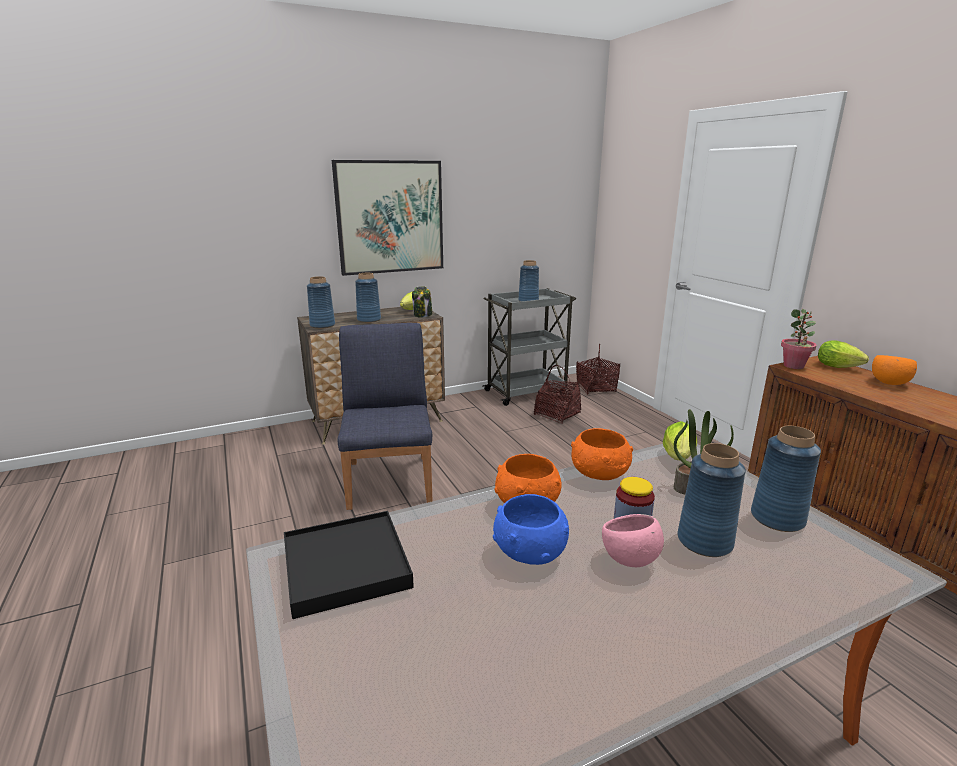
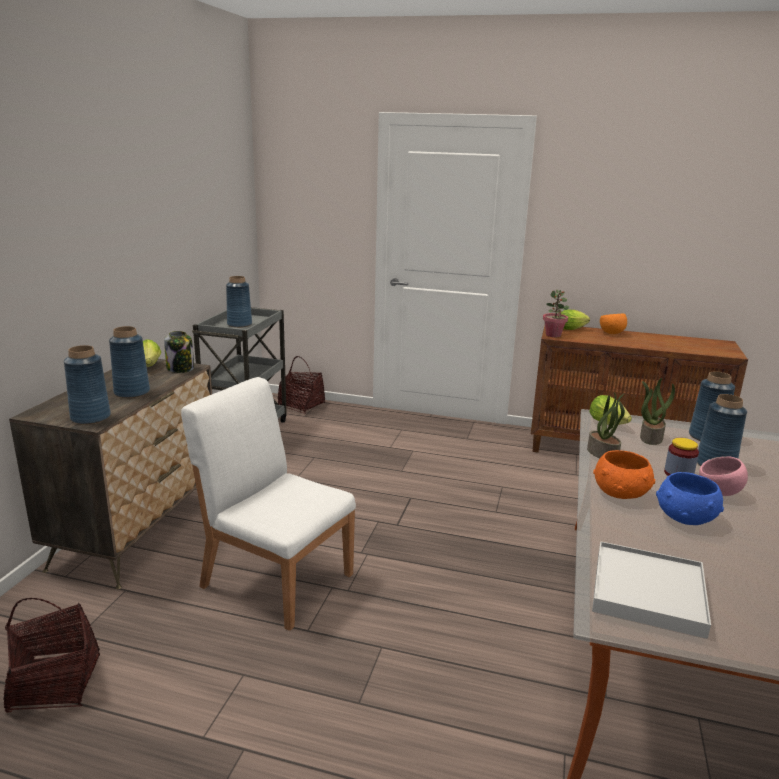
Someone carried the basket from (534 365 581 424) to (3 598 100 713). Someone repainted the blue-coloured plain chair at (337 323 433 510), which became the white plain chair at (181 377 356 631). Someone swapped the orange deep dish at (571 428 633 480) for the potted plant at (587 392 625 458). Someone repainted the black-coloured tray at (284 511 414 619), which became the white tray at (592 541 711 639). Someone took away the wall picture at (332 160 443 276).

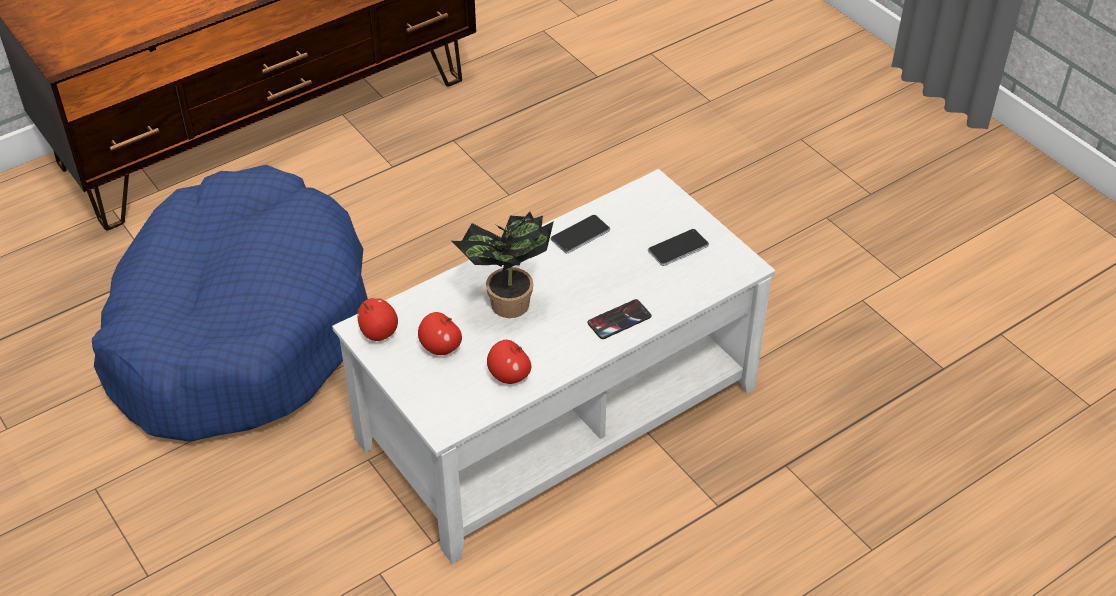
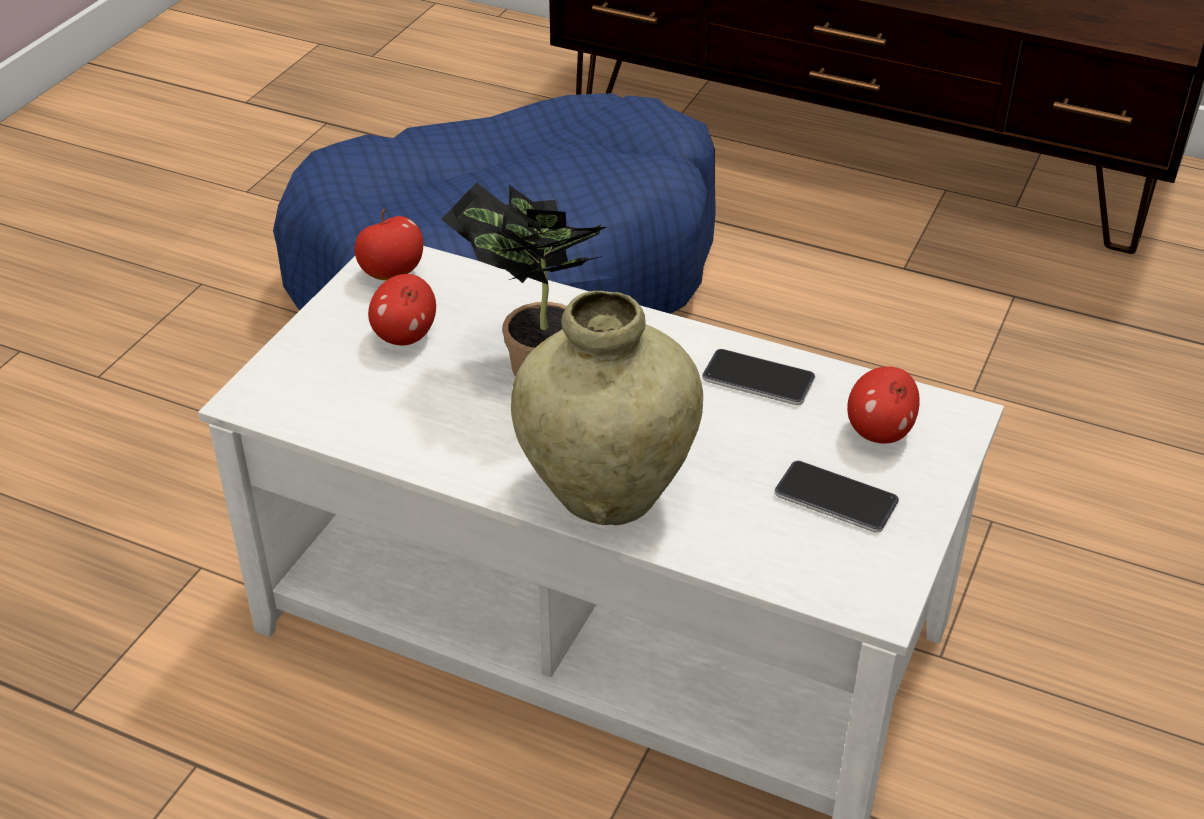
Someone swapped the handset at (587 299 652 339) for the sand-coloured flower vase at (511 291 703 525). Someone carried the apple fruit from (487 340 531 384) to (847 366 920 444).

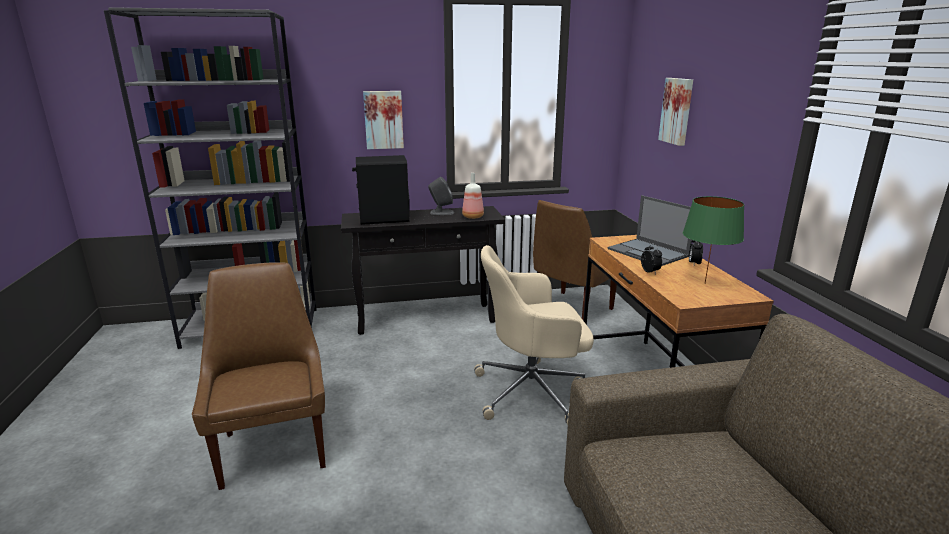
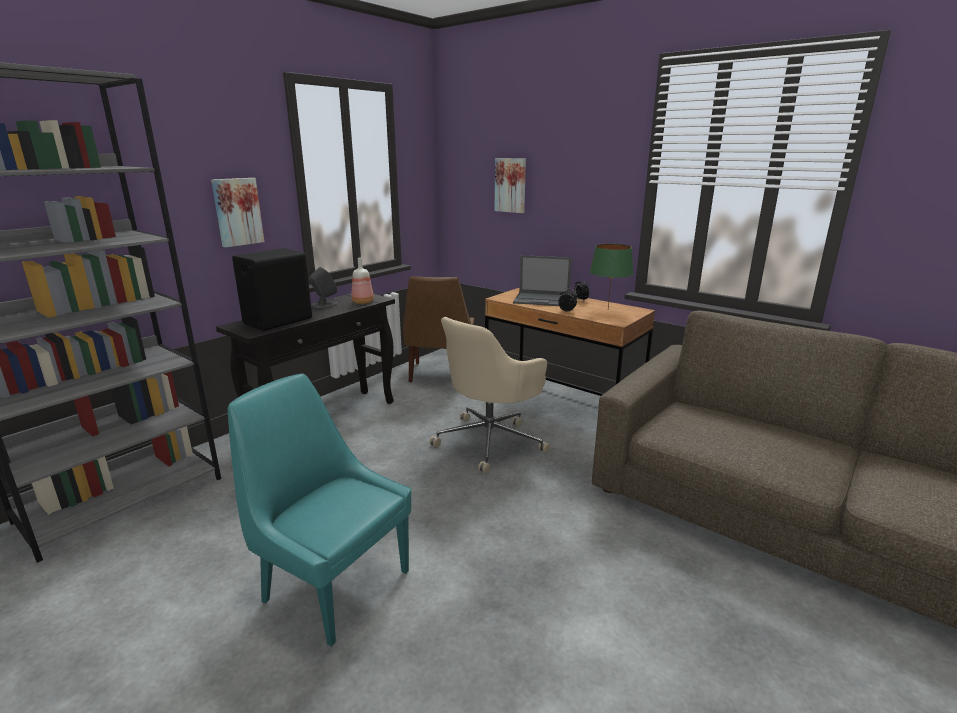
Someone repainted the brown plain chair at (192 262 326 490), which became the blue-green plain chair at (228 374 412 647).

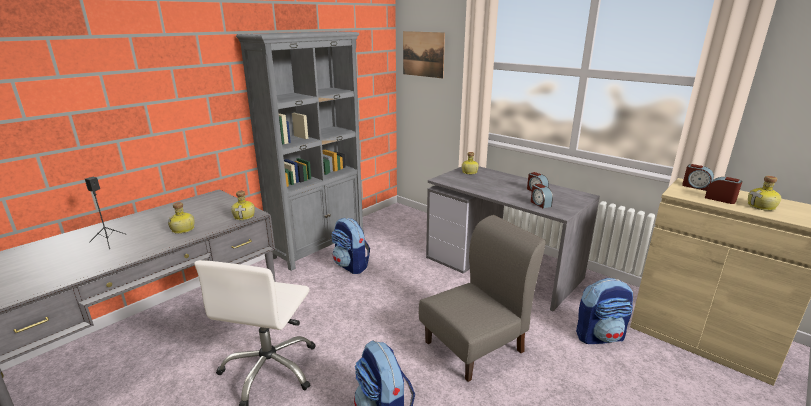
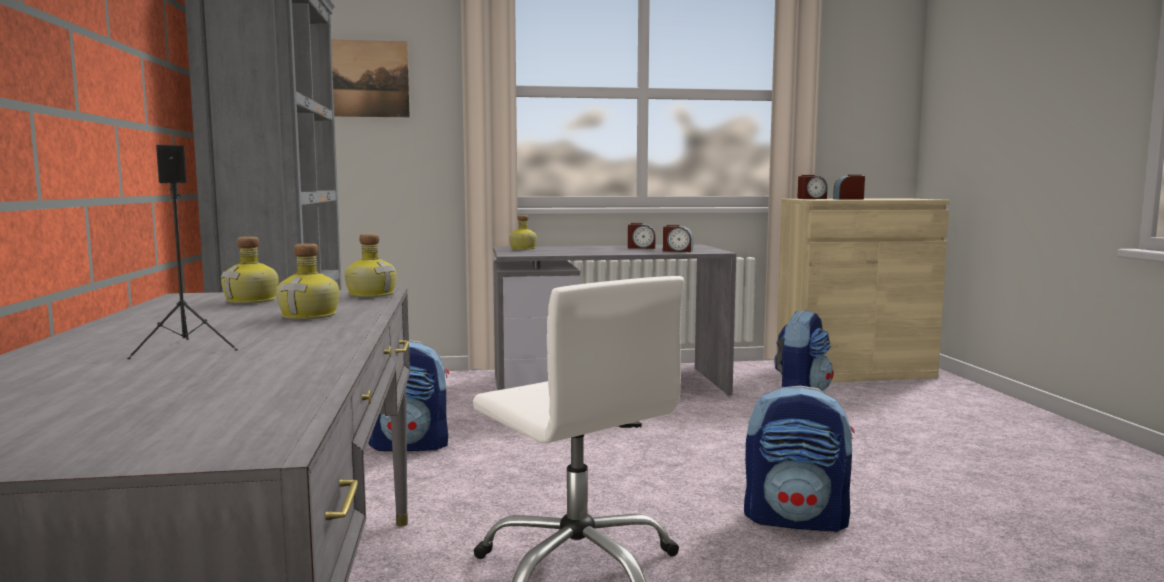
Someone carried the drink bottle from (748 176 781 211) to (221 237 279 304). Someone took away the greyish plain chair at (419 215 545 382).

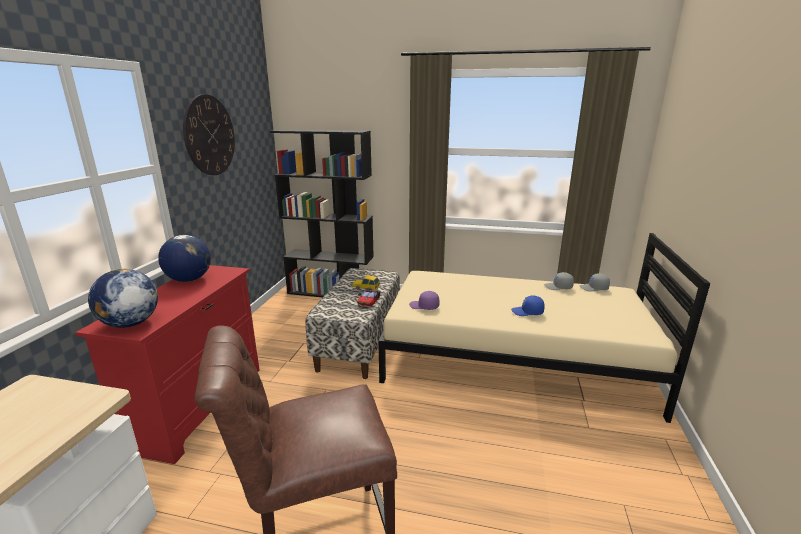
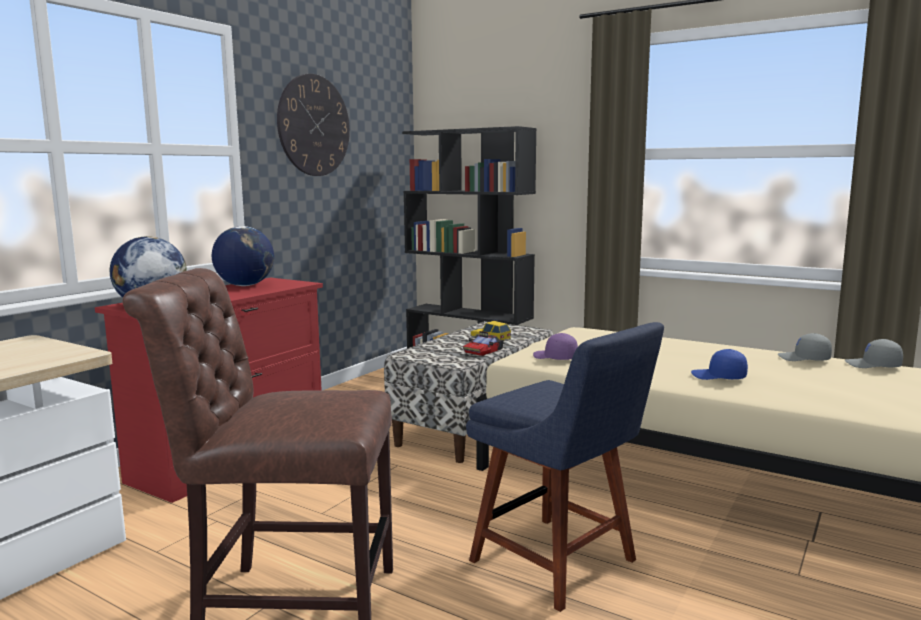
Someone put down the blue-coloured plain chair at (466 322 664 612).

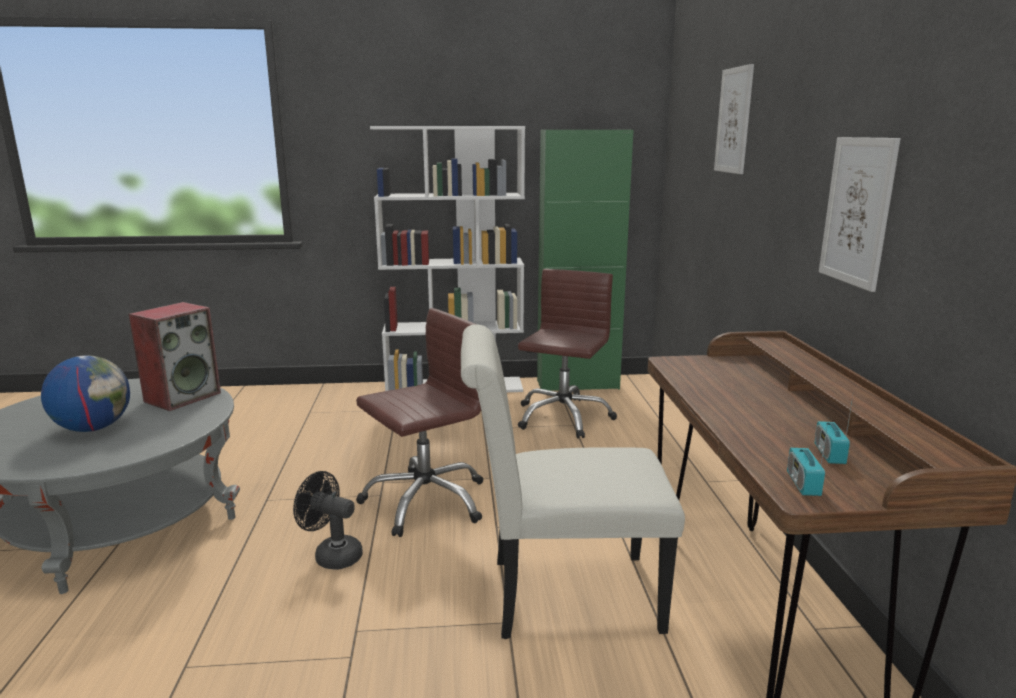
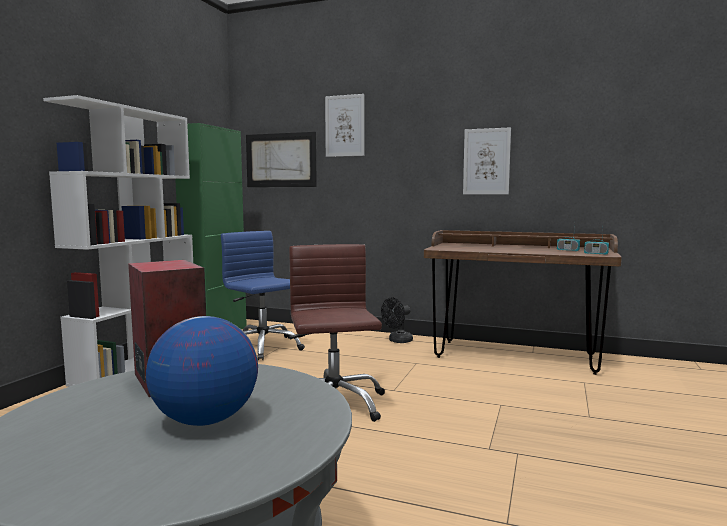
Someone repainted the brown office chair at (518 269 617 439), which became the blue-coloured office chair at (221 231 305 360). Someone put up the wall picture at (246 132 317 187). Someone carried the black-coloured fan from (293 471 363 570) to (381 297 413 343). Someone took away the white plain chair at (461 324 685 639).

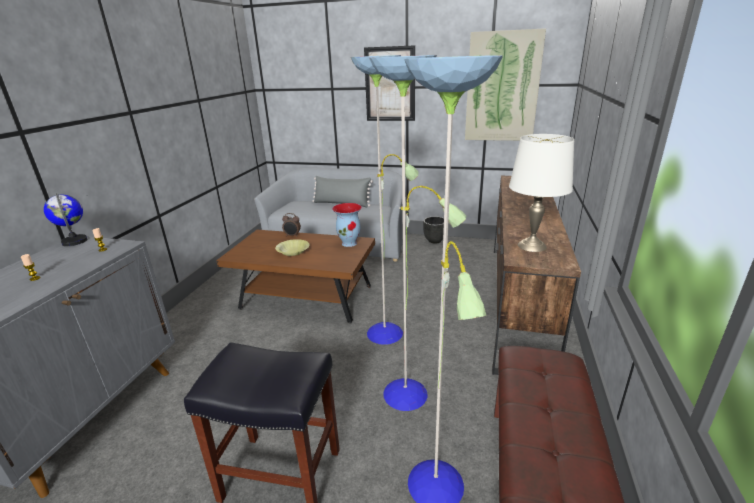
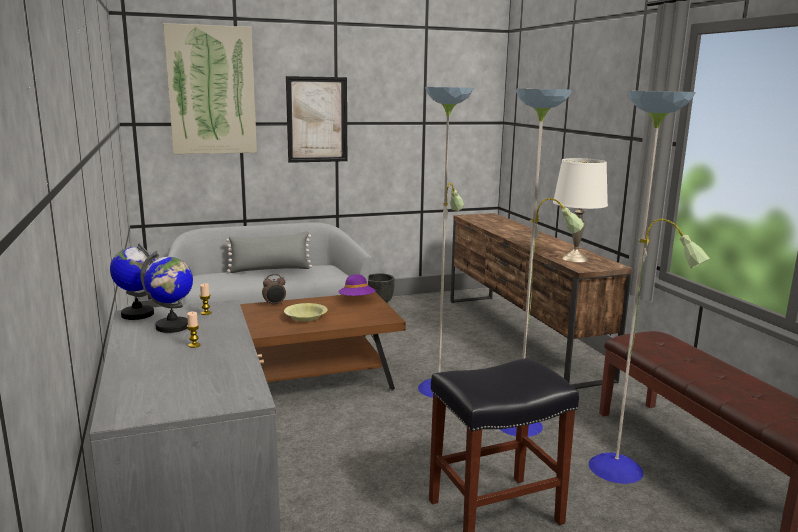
Someone put down the desk globe at (140 251 193 333). Someone carried the wall picture from (465 28 546 141) to (163 23 257 154). Someone swapped the flower vase at (332 203 362 247) for the purplish clothing hat at (338 274 376 296).

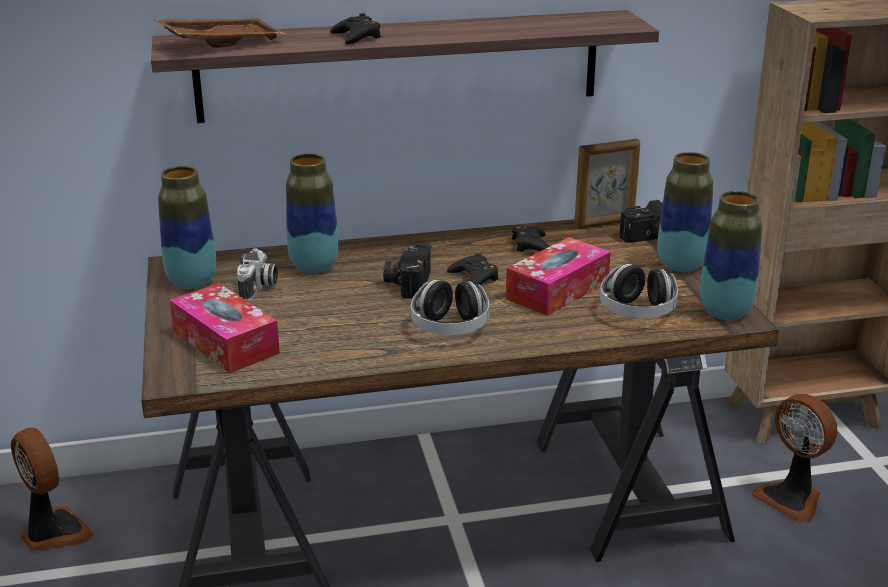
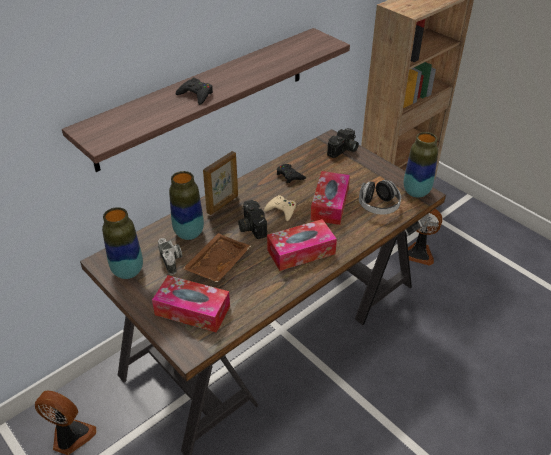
Someone carried the brown tray from (154 18 286 48) to (182 233 251 283). Someone carried the standing frame from (574 139 640 229) to (203 151 238 215). Someone repainted the black-coloured gamepad at (447 253 499 285), which became the sand-coloured gamepad at (264 195 296 221). Someone swapped the pair of headphones at (411 280 489 335) for the box of tissues at (267 219 337 271). Someone took away the flower vase at (657 152 713 272).

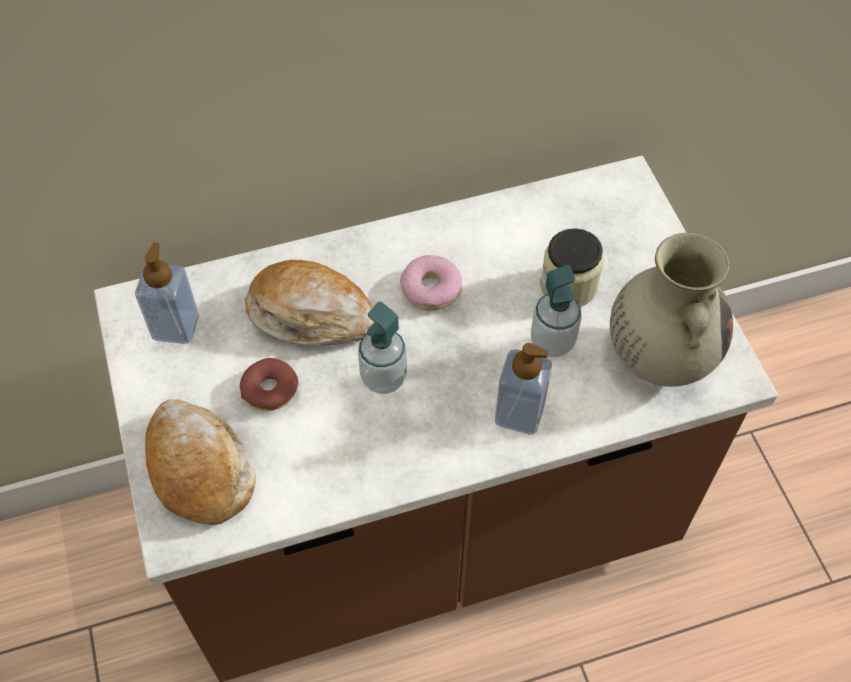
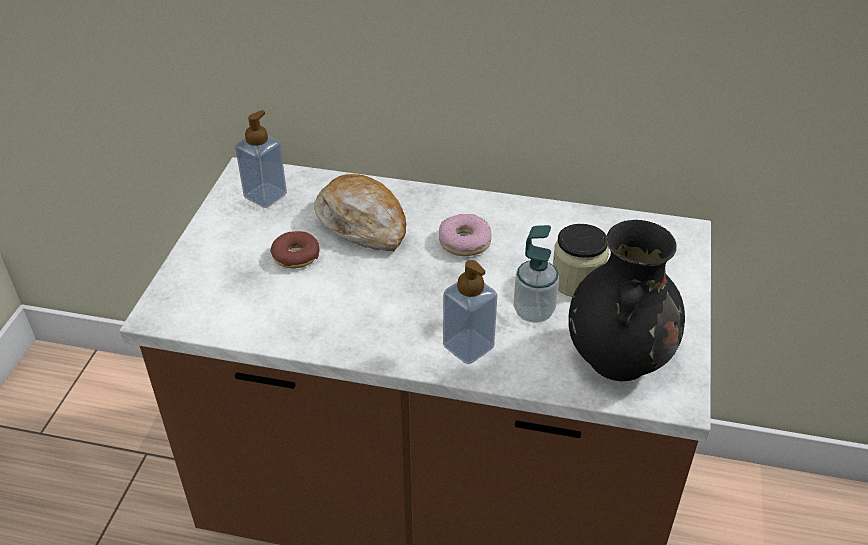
Someone repainted the sand-coloured flower vase at (610 233 733 387), which became the black-coloured flower vase at (568 220 685 381). Someone took away the bakery bread at (145 399 256 525). Someone took away the soap bottle at (358 302 407 394).

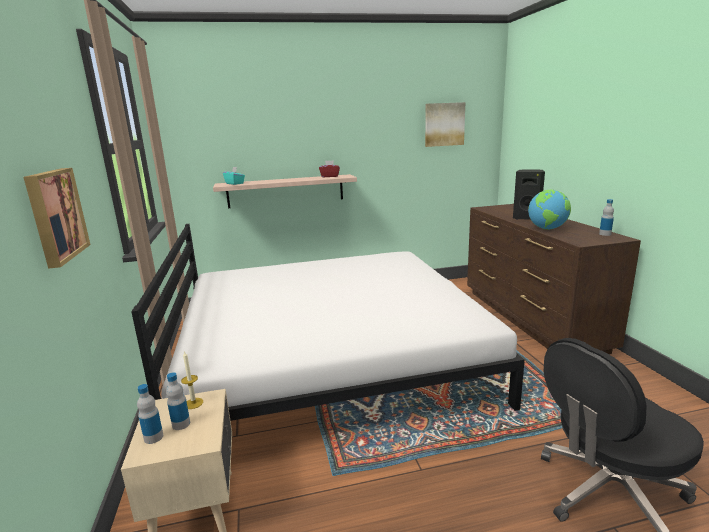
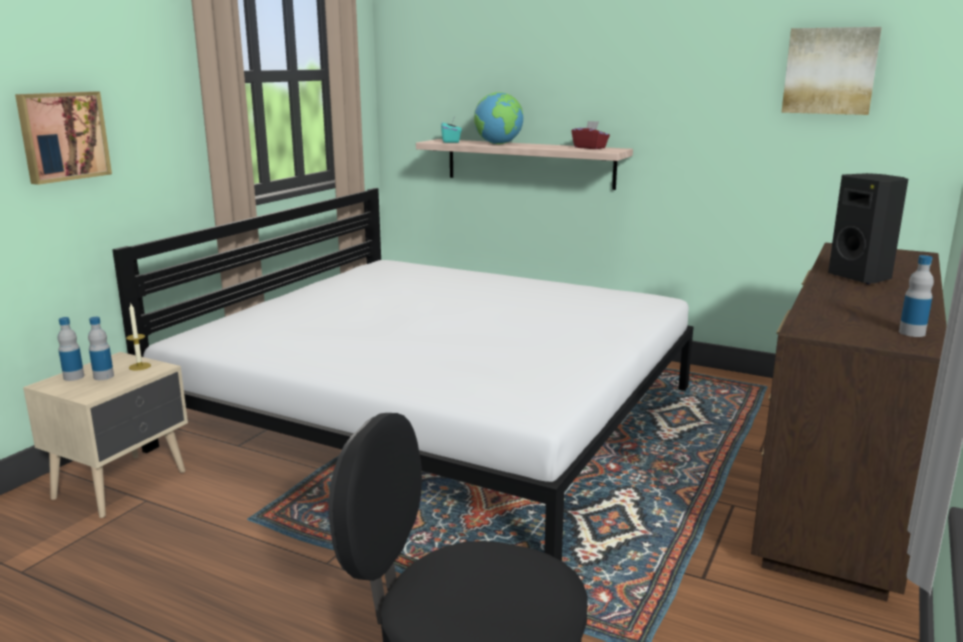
Someone carried the desk globe from (528 190 571 229) to (474 92 523 144).

